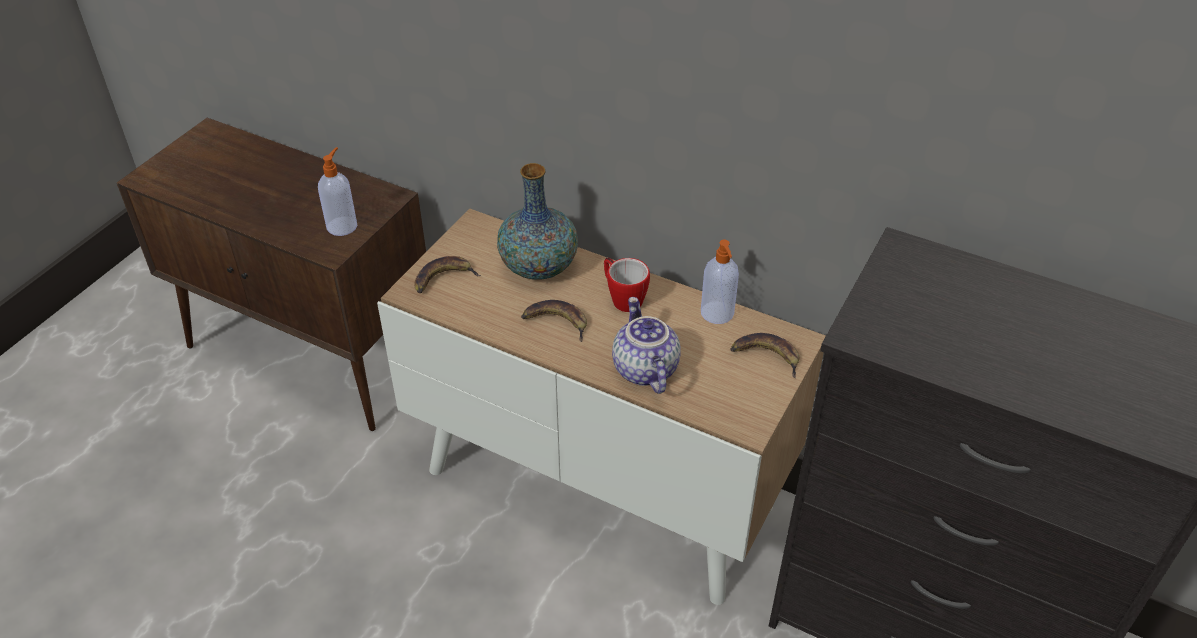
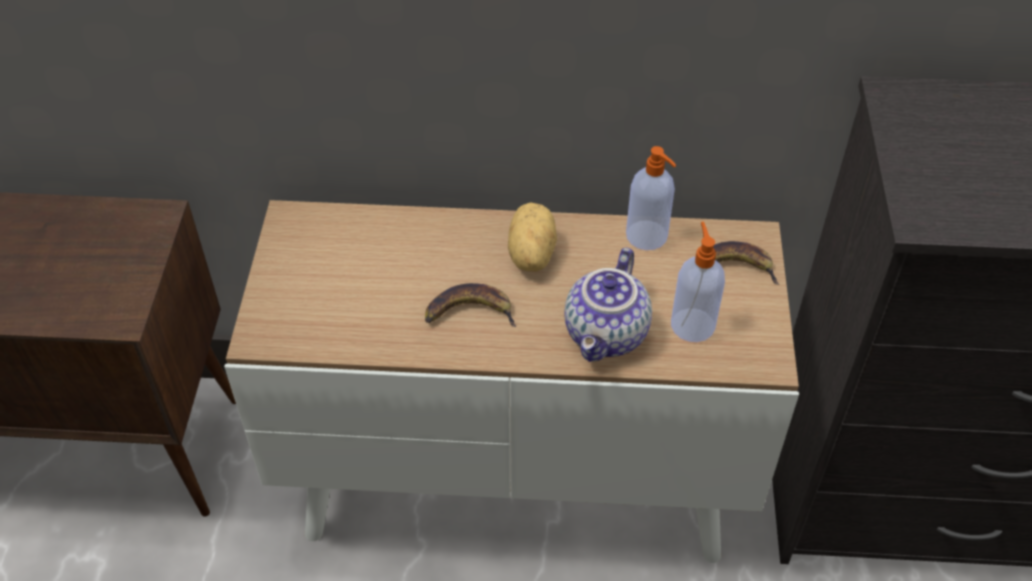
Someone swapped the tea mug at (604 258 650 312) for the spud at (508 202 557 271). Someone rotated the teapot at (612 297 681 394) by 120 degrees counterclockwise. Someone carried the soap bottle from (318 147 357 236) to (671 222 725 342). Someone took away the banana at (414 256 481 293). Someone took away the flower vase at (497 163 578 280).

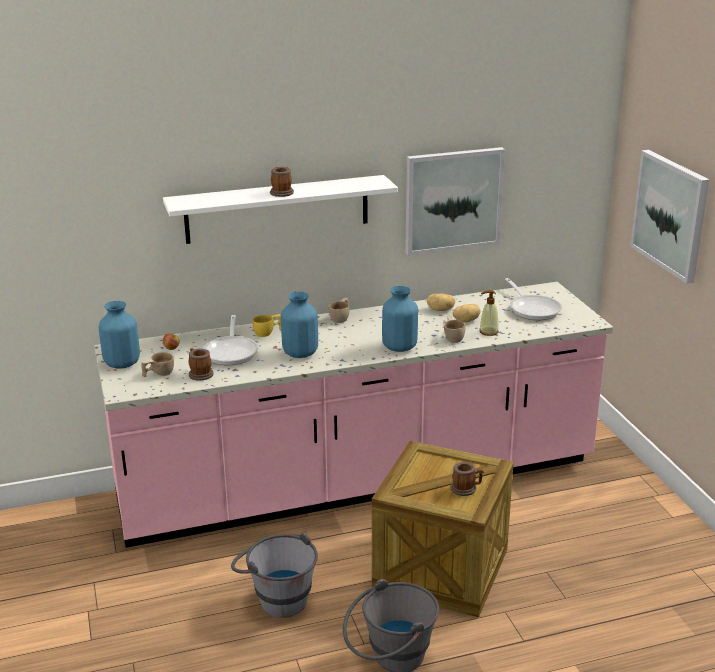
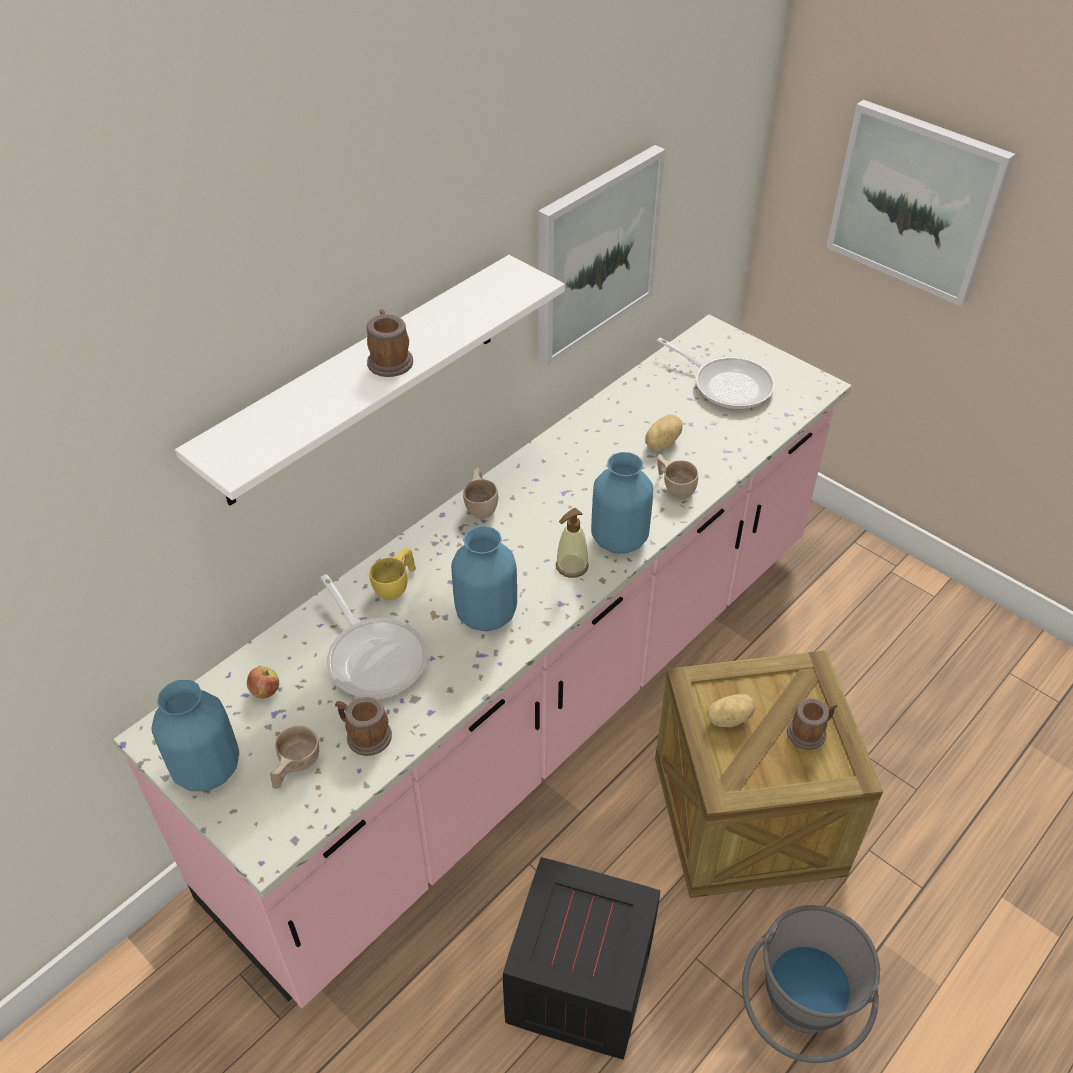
Someone swapped the greyish water bucket at (231 532 318 618) for the packing crate at (503 857 661 1060). Someone carried the soap bottle from (479 290 499 336) to (556 508 589 578). Someone carried the spud from (427 294 455 311) to (706 694 755 727).

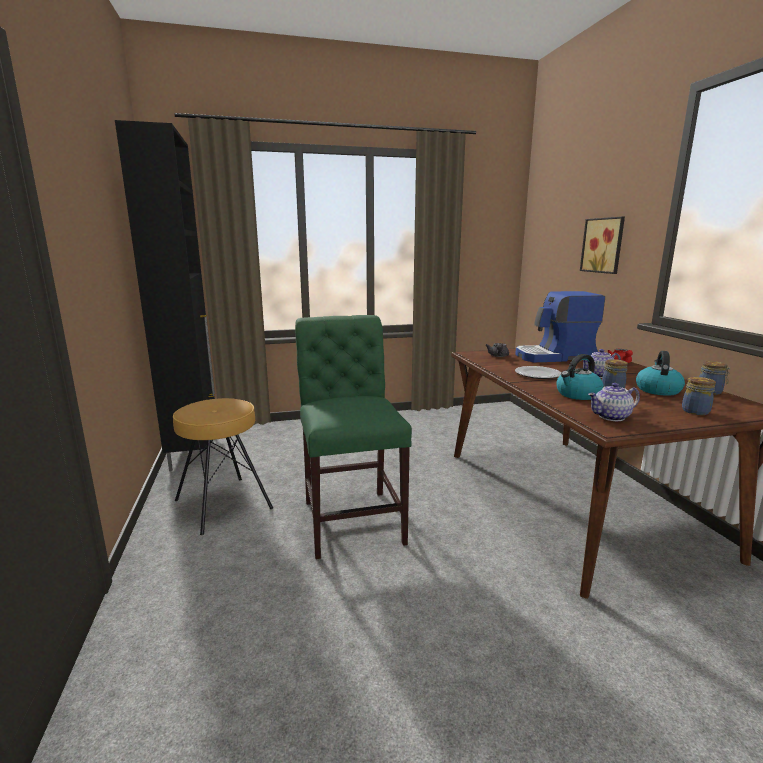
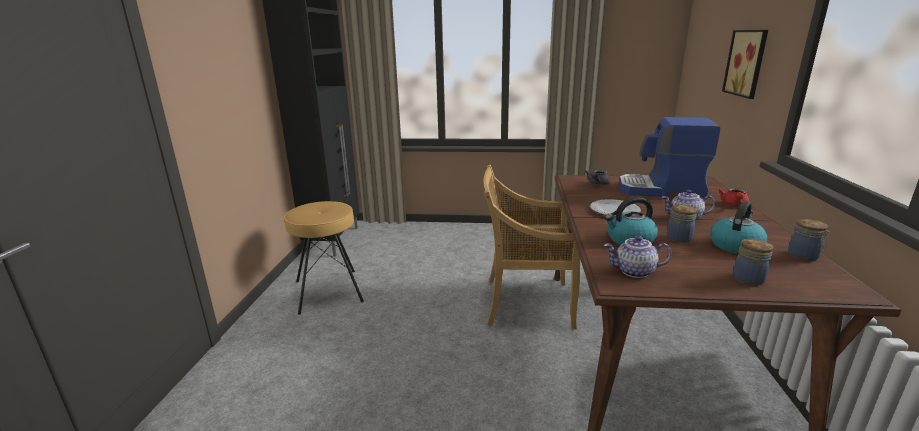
Someone put down the sand-coloured plain chair at (484 165 580 329). Someone took away the green-coloured plain chair at (295 315 412 559).

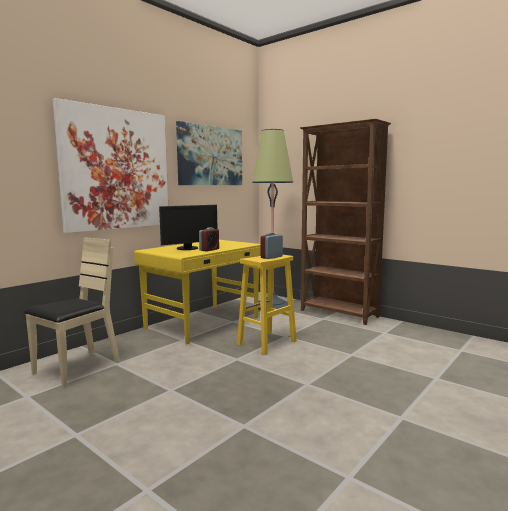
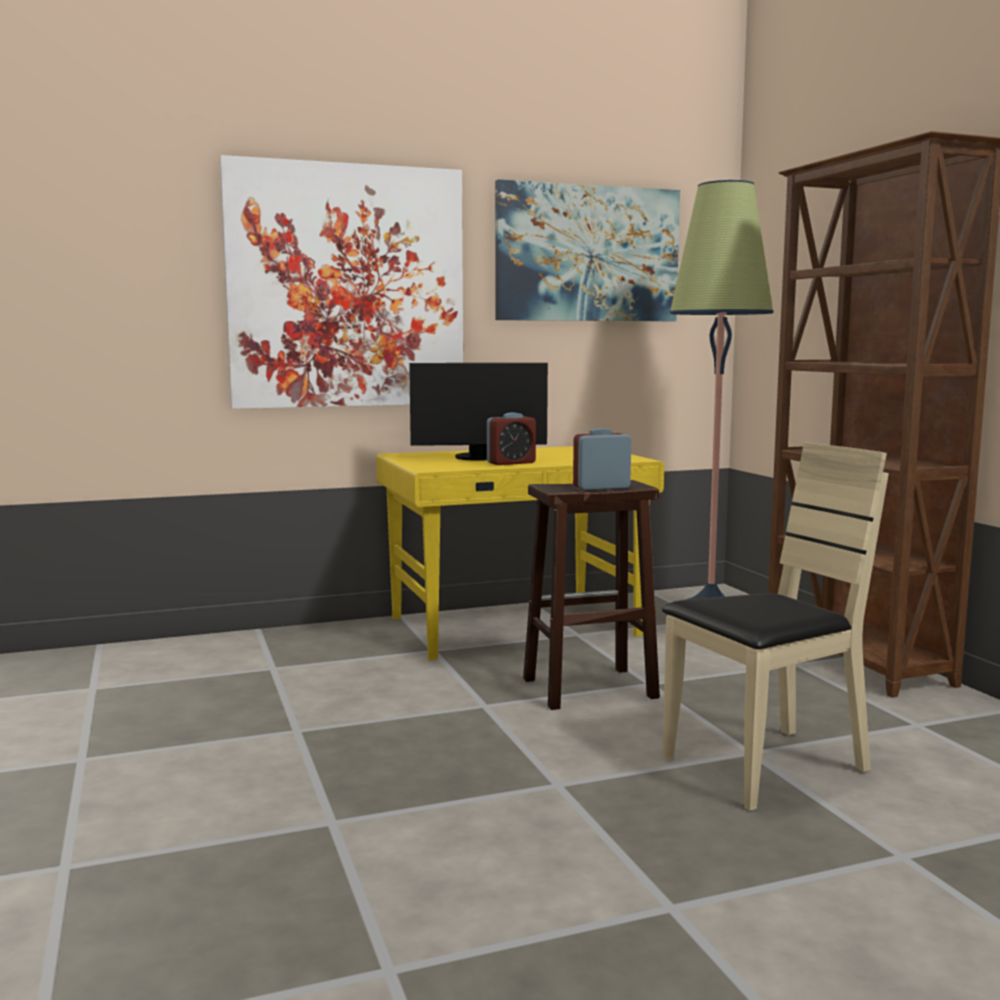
Someone repainted the yellow stool seat at (237 255 297 355), which became the brown stool seat at (523 480 660 710). Someone carried the sand-coloured plain chair from (23 237 120 387) to (662 442 889 811).

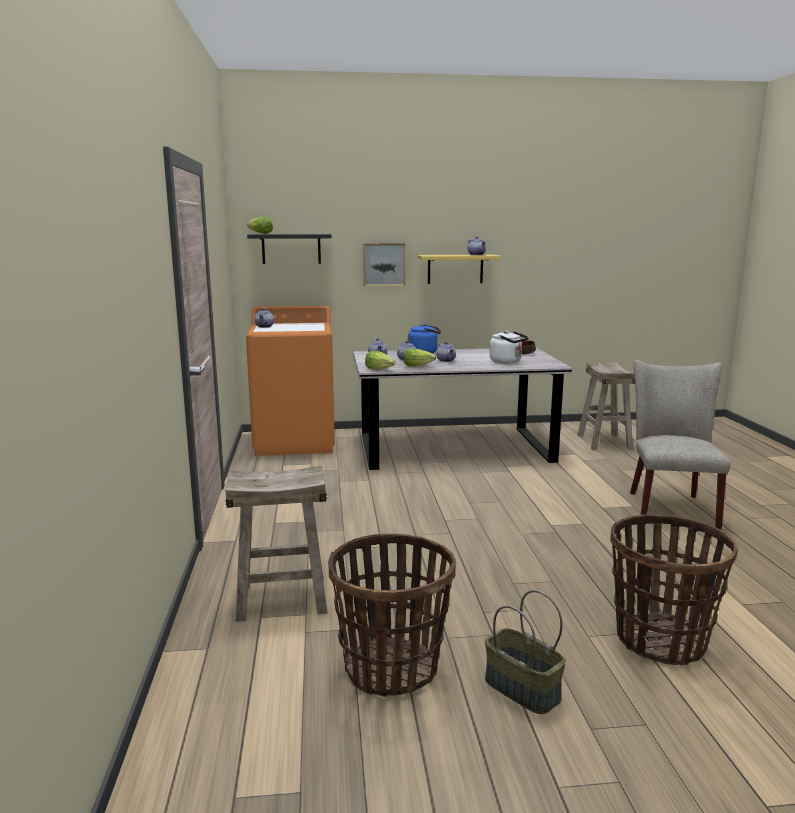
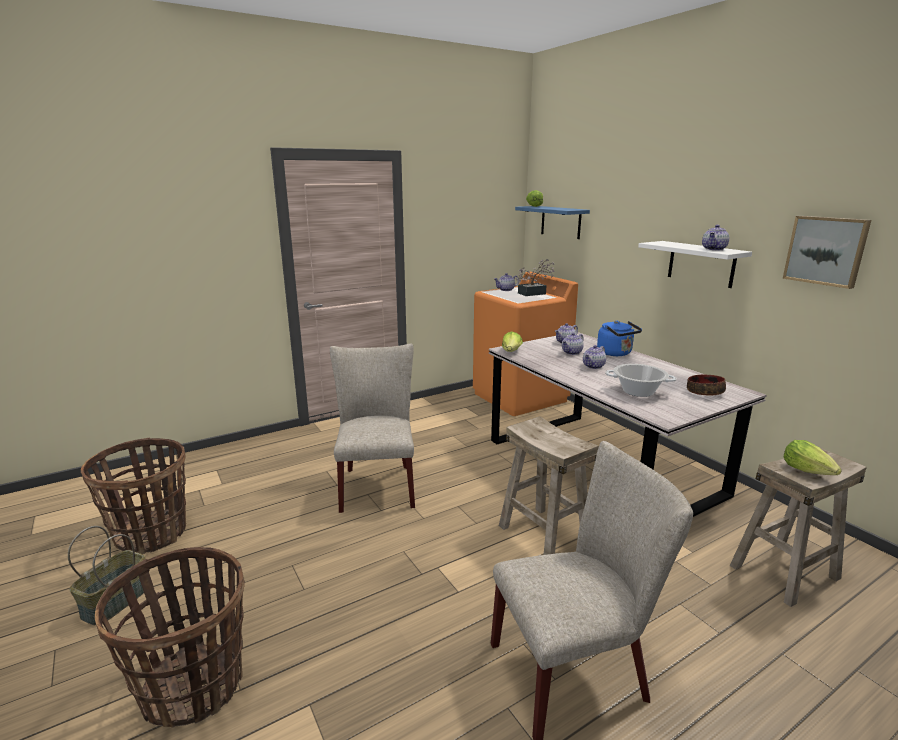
Someone put down the sand-coloured plain chair at (330 343 415 513). Someone carried the sand-coloured stool seat from (225 465 328 622) to (499 416 599 555). Someone repainted the black-coloured wall shelf at (247 234 332 264), which became the blue-coloured wall shelf at (515 206 590 239). Someone put down the potted plant at (516 259 555 296). Someone swapped the white tea kettle at (489 331 529 364) for the cooking pot at (605 364 677 397). Someone repainted the yellow wall shelf at (417 255 501 284), which became the white wall shelf at (638 241 752 288). Someone carried the wall picture from (363 243 406 286) to (783 216 871 289). Someone carried the lettuce from (403 348 436 367) to (784 440 842 475).

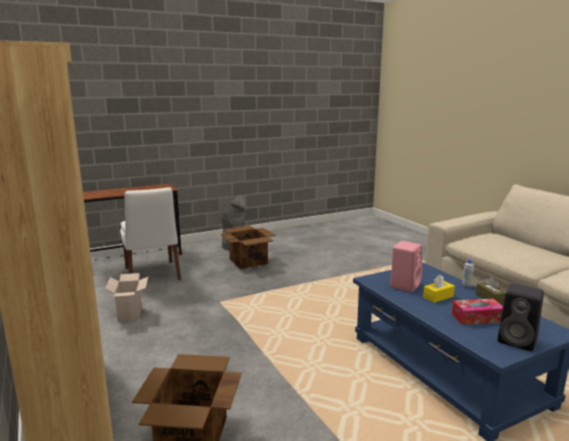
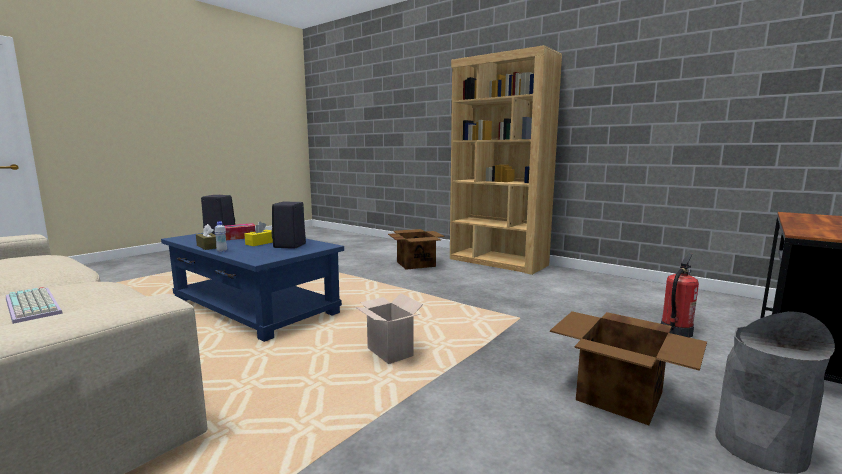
Someone put down the PC keyboard at (6 287 63 324). Someone repainted the pinkish speaker at (390 241 422 292), which became the black-coloured speaker at (272 202 306 249). Someone carried the carton from (105 273 148 322) to (355 293 423 364). Someone swapped the white plain chair at (120 188 181 280) for the fire extinguisher at (661 253 699 338).

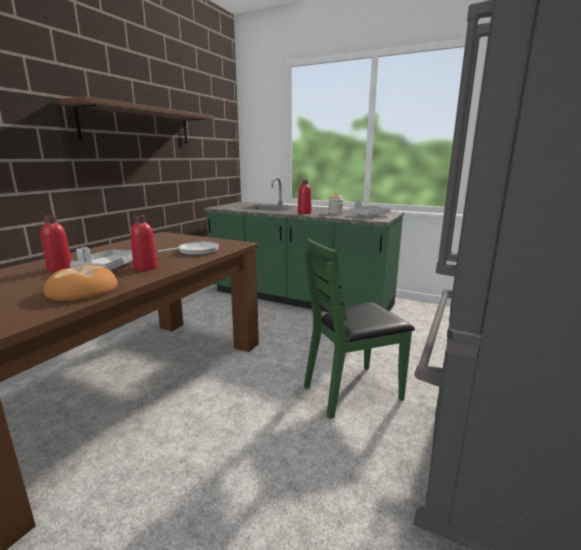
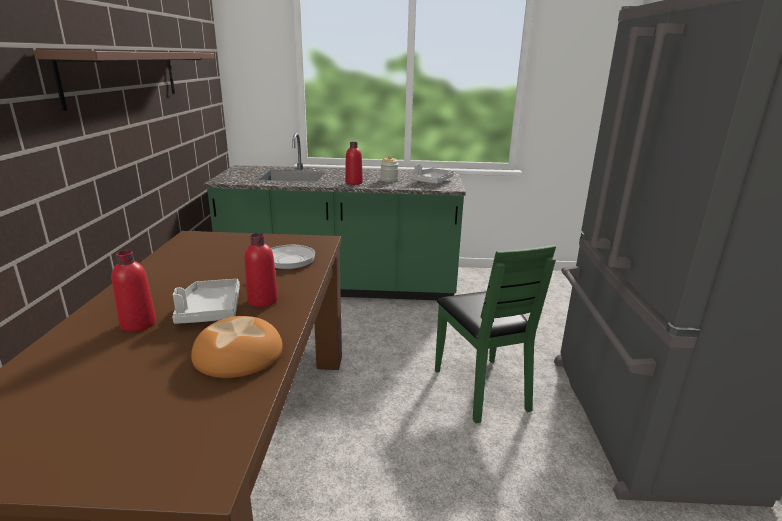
Someone rotated the green-coloured plain chair at (304 239 415 419) by 60 degrees counterclockwise.

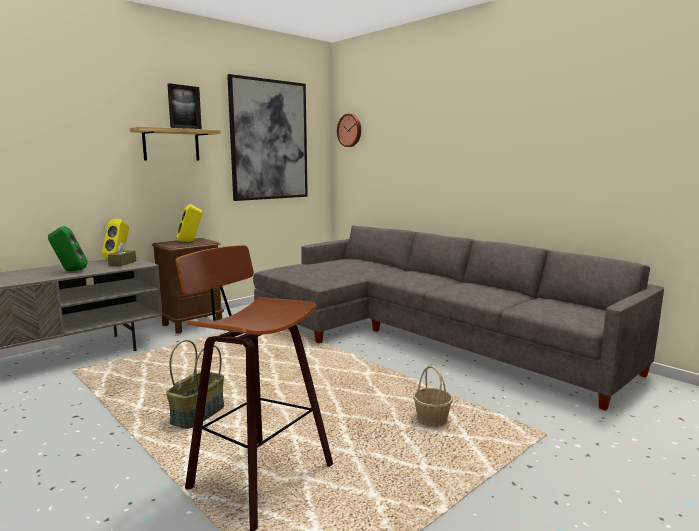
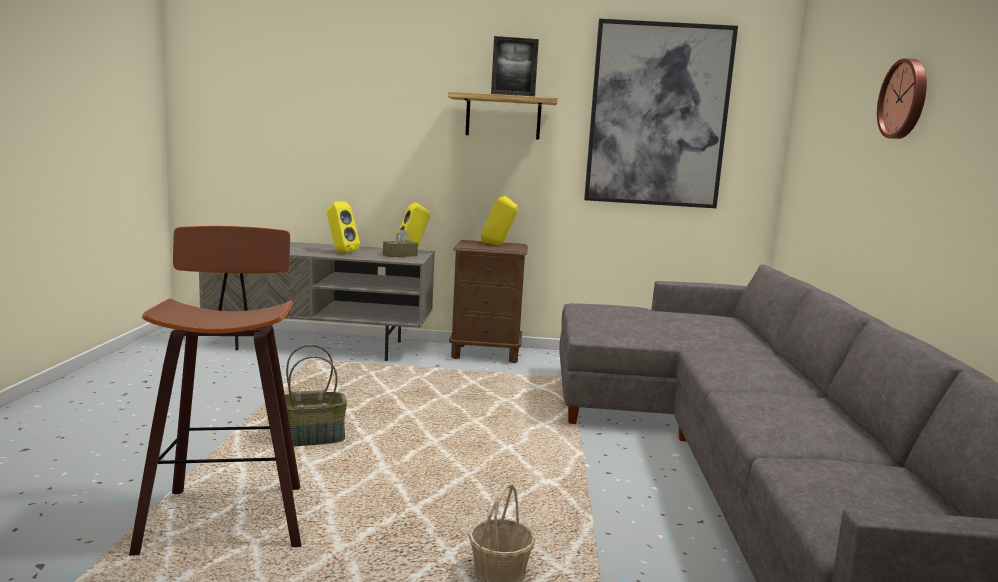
Someone repainted the green-coloured speaker at (48 226 87 271), which became the yellow speaker at (327 201 360 253). Someone carried the hanging clock from (337 114 361 147) to (877 58 927 139).

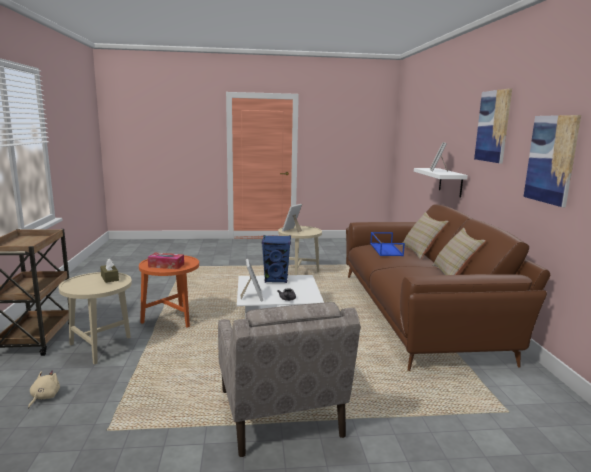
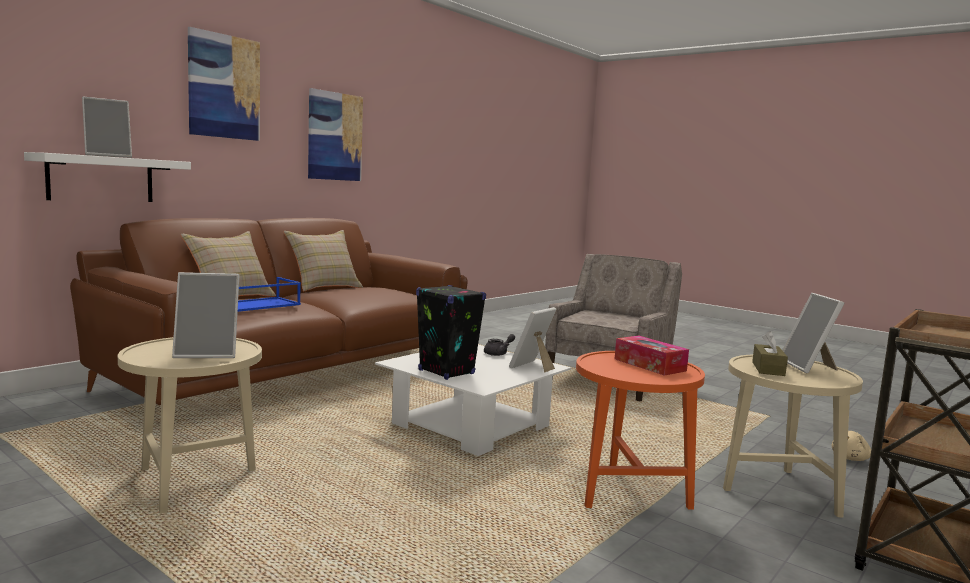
Someone repainted the blue-coloured speaker at (262 235 291 283), which became the black-coloured speaker at (416 285 486 380). Someone put down the standing frame at (782 293 844 373).

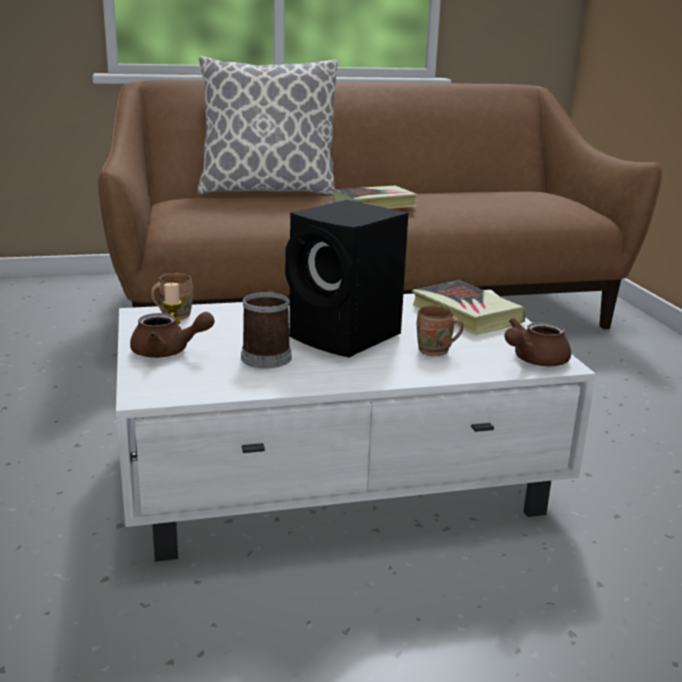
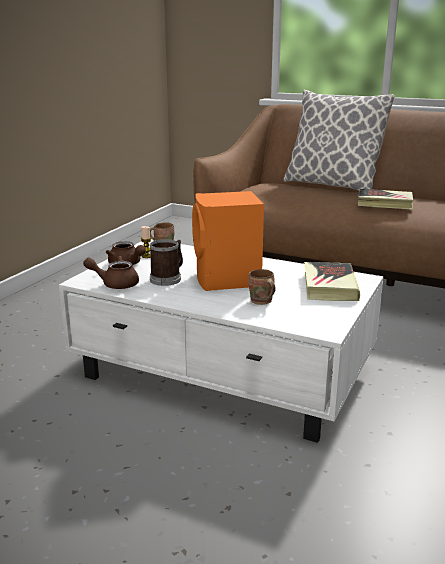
Someone carried the brown teapot from (504 318 571 366) to (83 256 139 289). Someone repainted the black-coloured speaker at (285 200 409 357), which became the orange speaker at (192 191 264 291).

